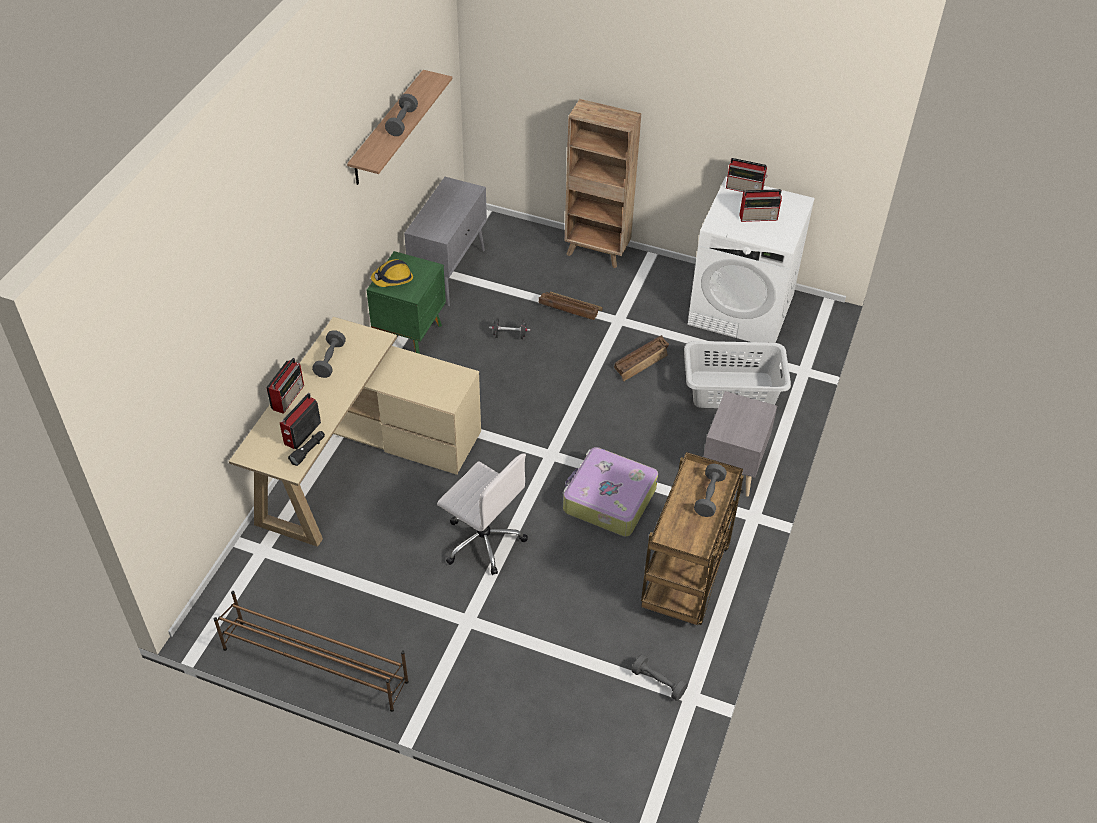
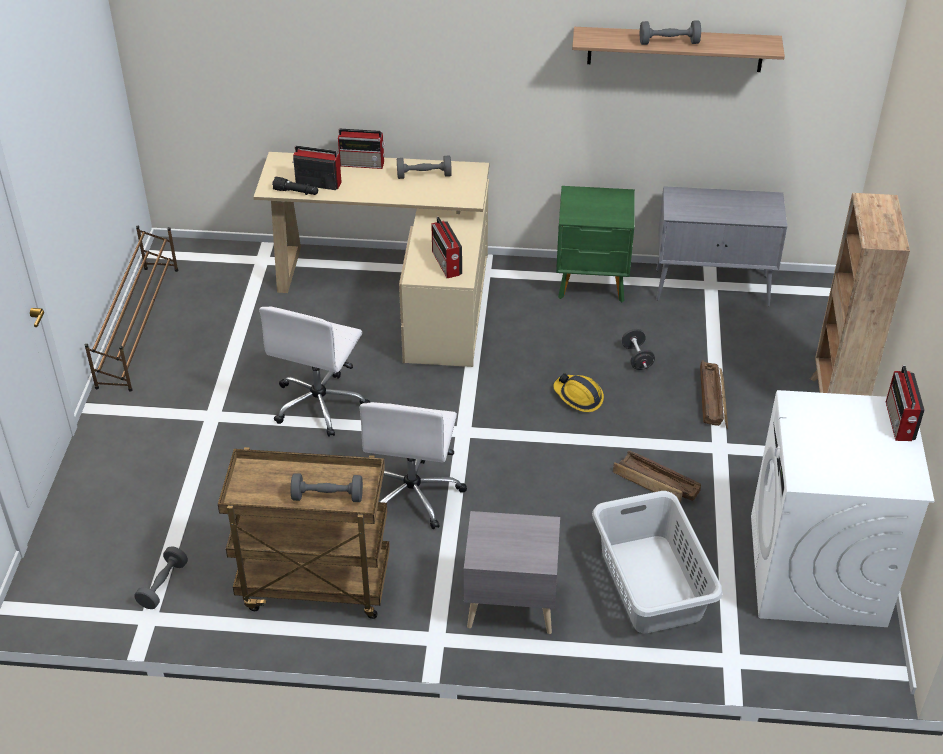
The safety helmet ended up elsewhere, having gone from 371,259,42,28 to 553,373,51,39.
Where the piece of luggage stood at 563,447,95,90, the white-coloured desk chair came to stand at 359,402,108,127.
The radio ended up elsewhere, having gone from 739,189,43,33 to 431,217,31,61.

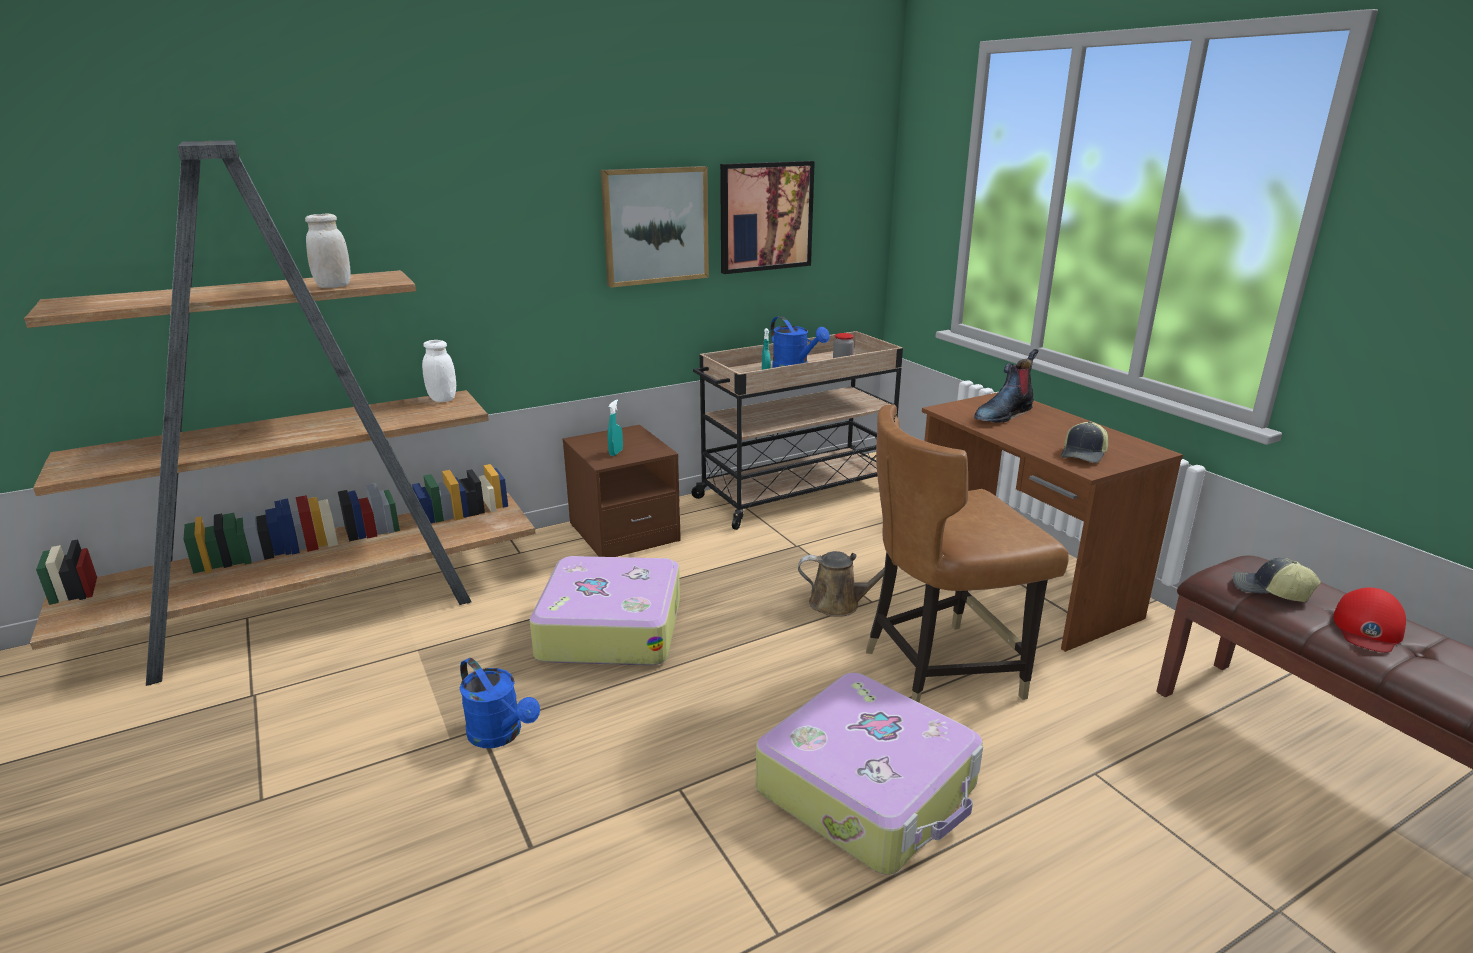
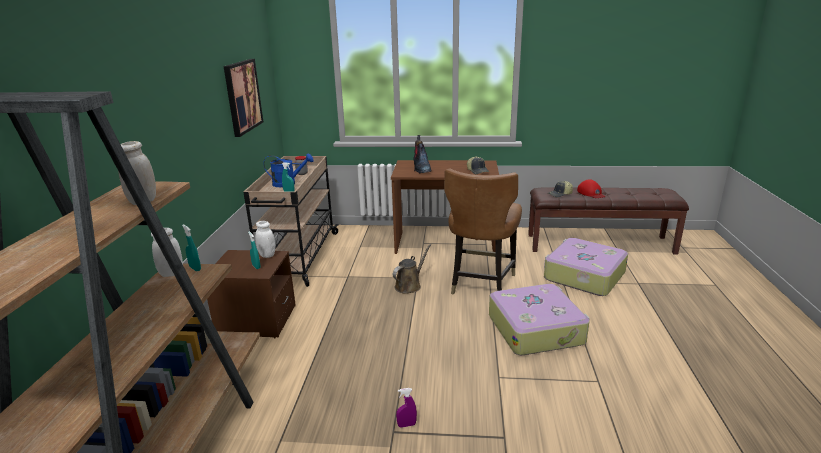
Where the blue-coloured sprinkling can stood at 460,658,80,90, the purple-coloured hand sprayer came to stand at 396,388,21,40.
The piece of luggage ended up elsewhere, having gone from 530,556,150,110 to 544,238,84,58.
The second view lost the picture at 601,166,108,122.
The second view gained the blue-green hand sprayer at 182,225,19,46.
The second view gained the white-coloured storage jar at 255,221,20,37.

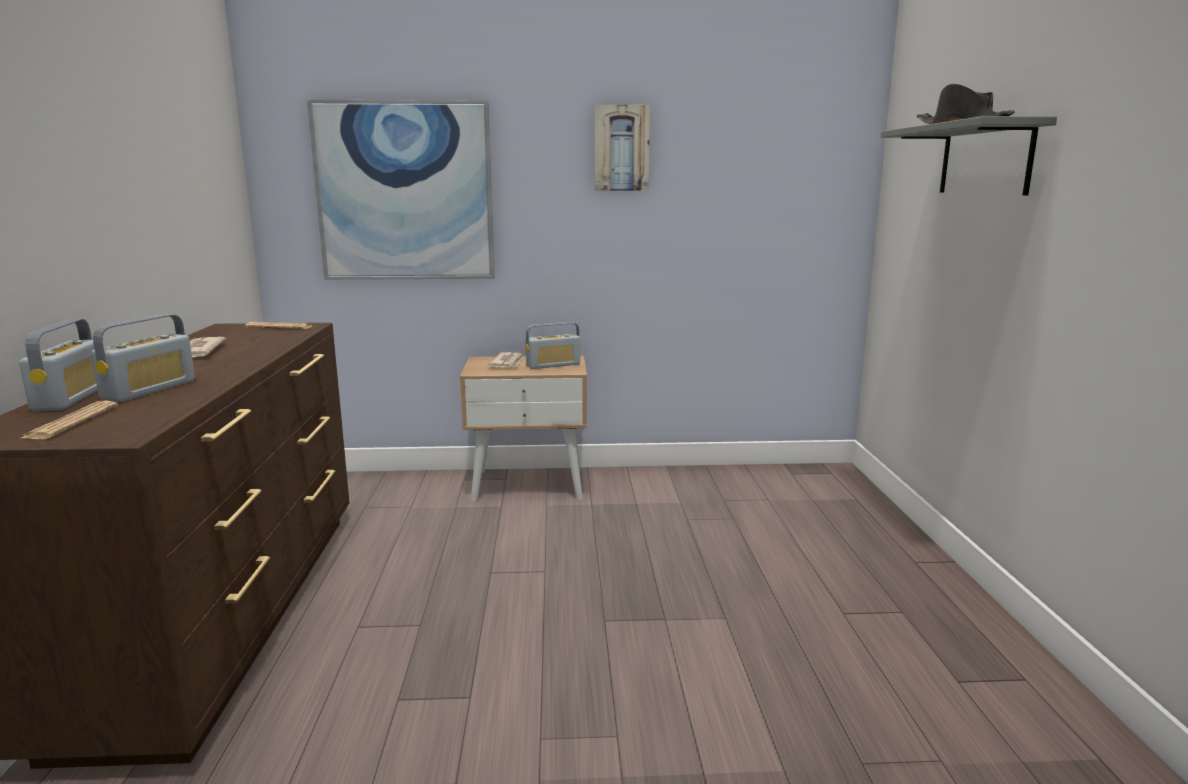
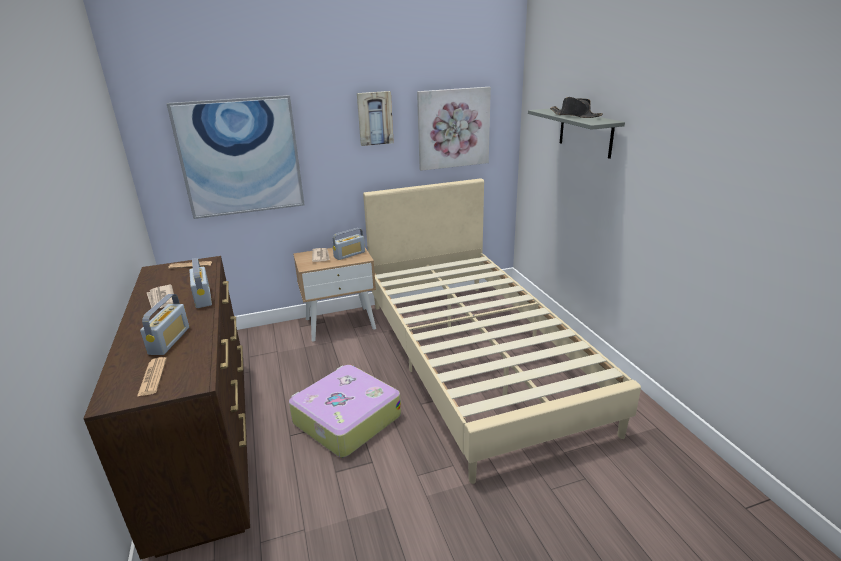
The radio ended up elsewhere, having gone from 19,319,79,92 to 189,258,23,50.
The second view gained the piece of luggage at 289,365,112,92.
The second view gained the beige bed at 363,178,278,306.
The second view gained the picture at 417,87,74,84.

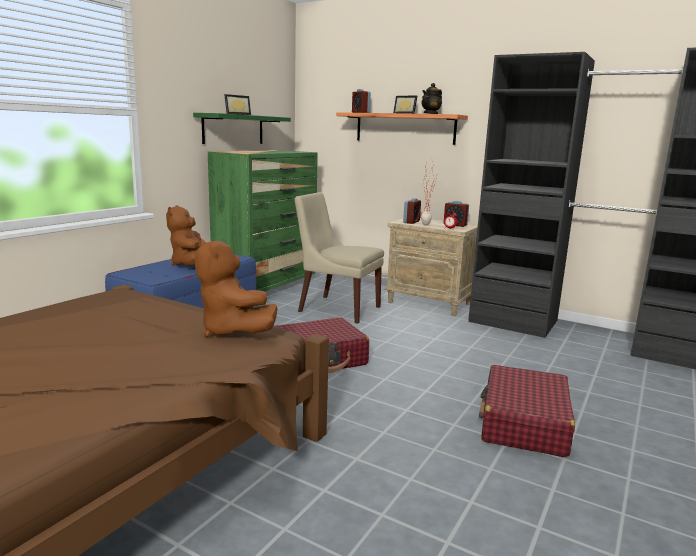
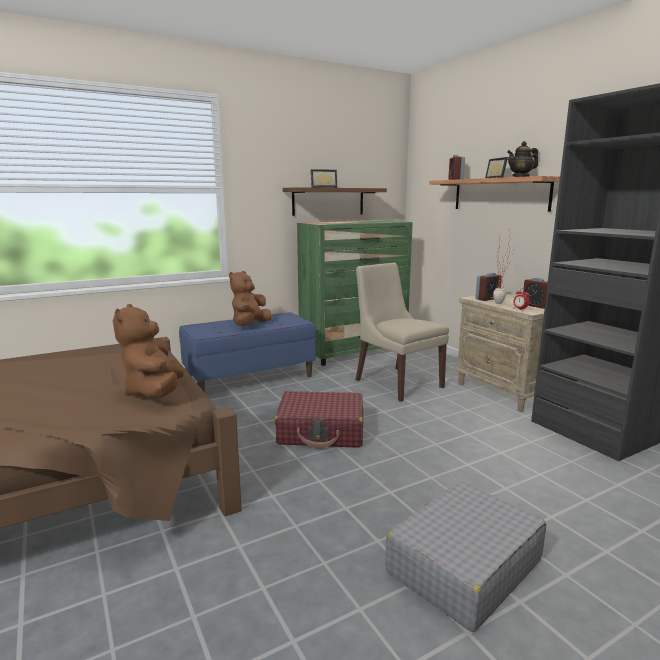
What was the greenish shelf at 193,113,98,31 turned into the brown shelf at 283,187,104,29.
What was the red-coloured piece of luggage at 479,365,96,93 turned into the gray piece of luggage at 385,482,161,150.

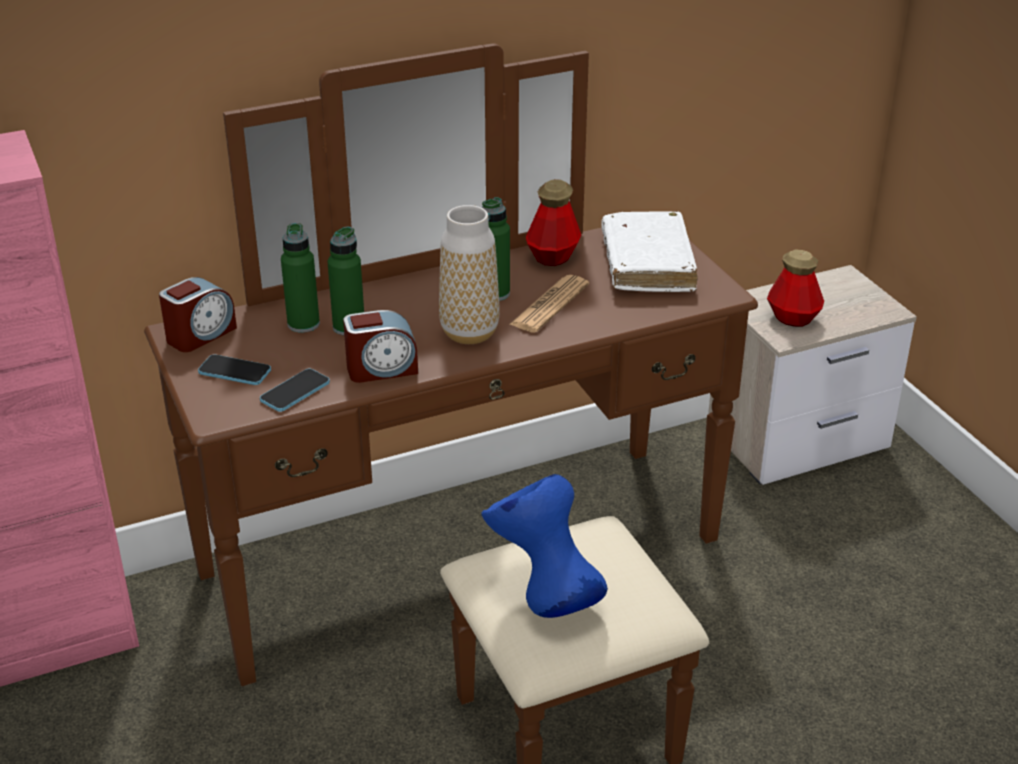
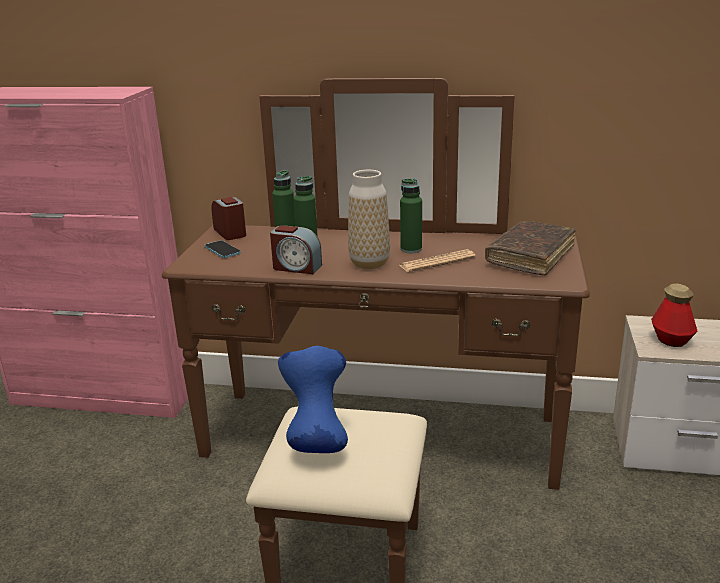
The table clock at 159,277,78,75 ended up facing another way, 105 degrees counterclockwise from before.
The second view lost the phone at 260,369,70,43.
The second view lost the drink bottle at 526,179,55,87.
What was the white-coloured book at 602,212,96,80 turned into the brown book at 485,221,91,54.

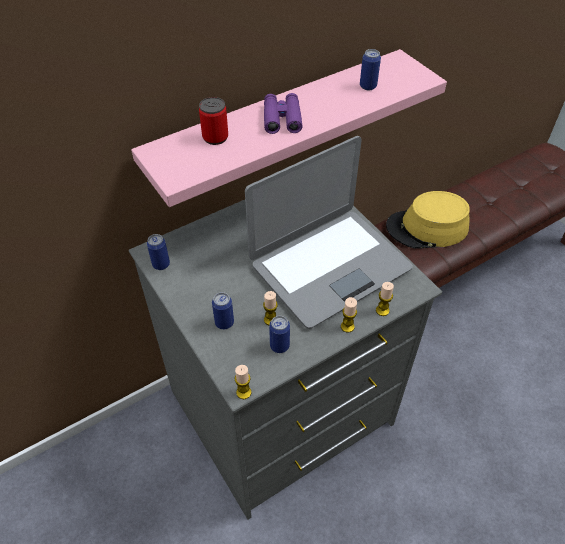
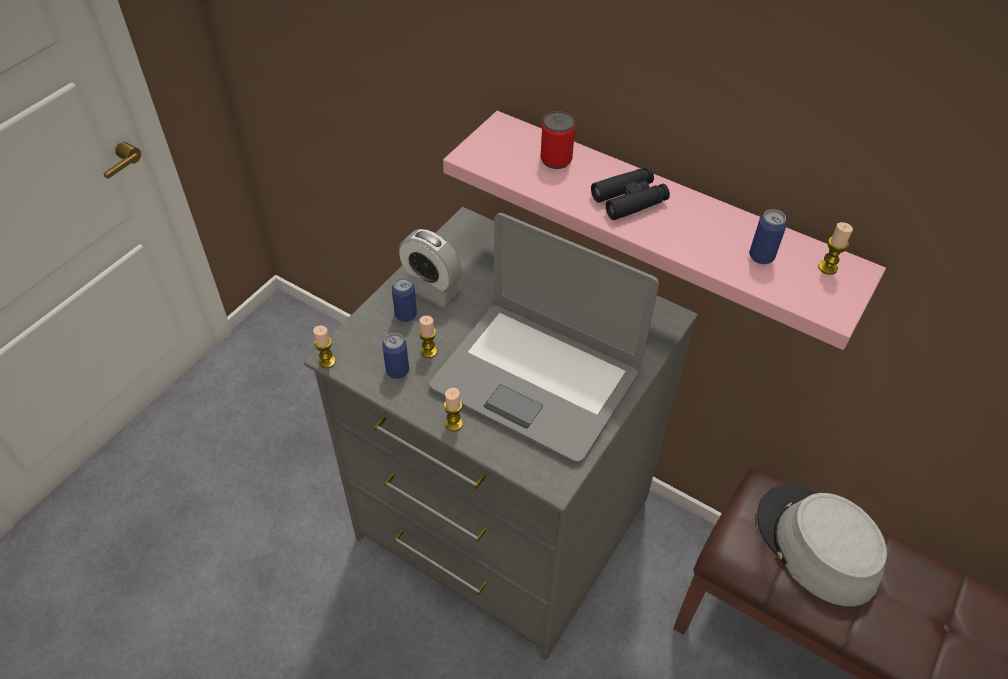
The second view lost the can at 147,234,23,36.
What was the purple-coloured pair of binoculars at 264,93,39,41 turned into the blackish pair of binoculars at 591,167,79,53.
The wax light ended up elsewhere, having gone from 376,282,18,34 to 818,222,35,53.
What was the yellow-coloured wearable hat at 386,191,84,57 turned into the gray wearable hat at 757,484,130,122.
The second view gained the table clock at 399,229,63,78.

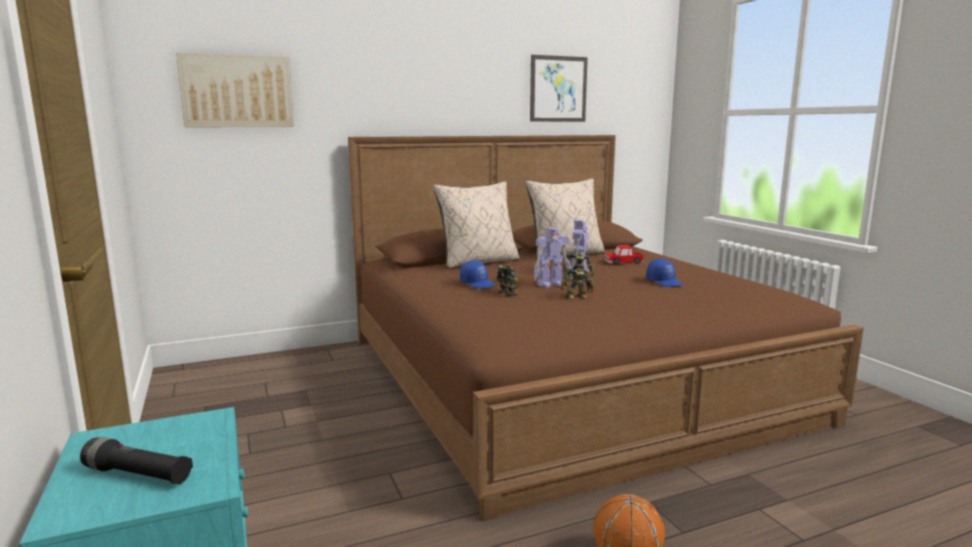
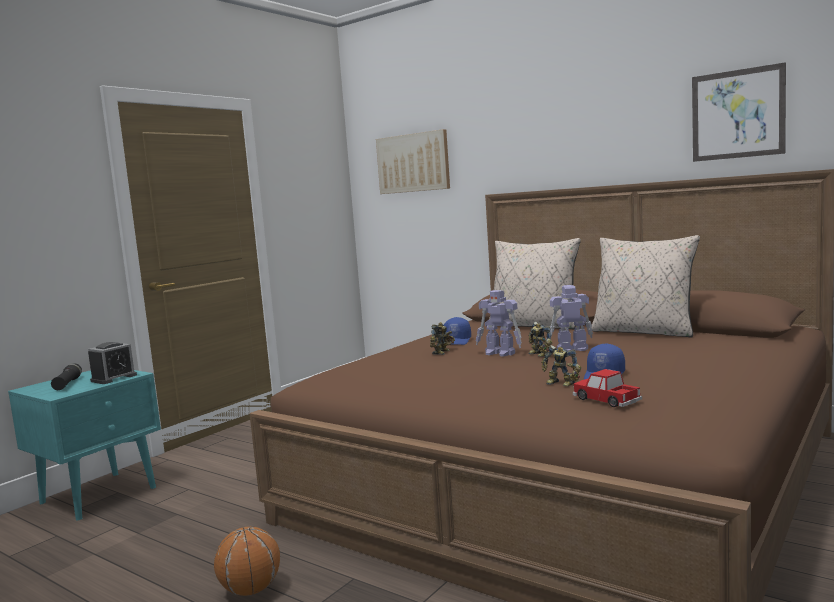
The robot figure ended up elsewhere, having gone from 560,268,35,32 to 541,345,41,41.
The model car ended up elsewhere, having gone from 605,245,39,20 to 573,369,69,38.
The second view gained the table clock at 88,342,49,42.

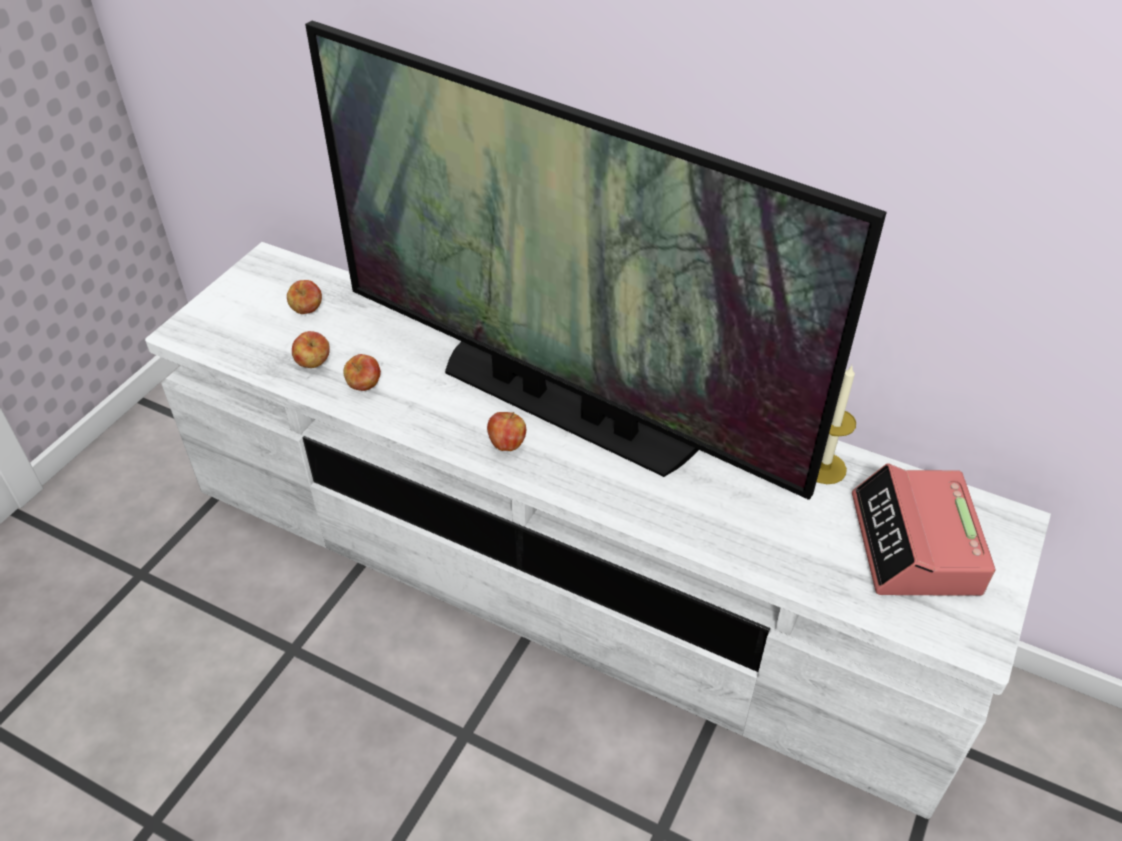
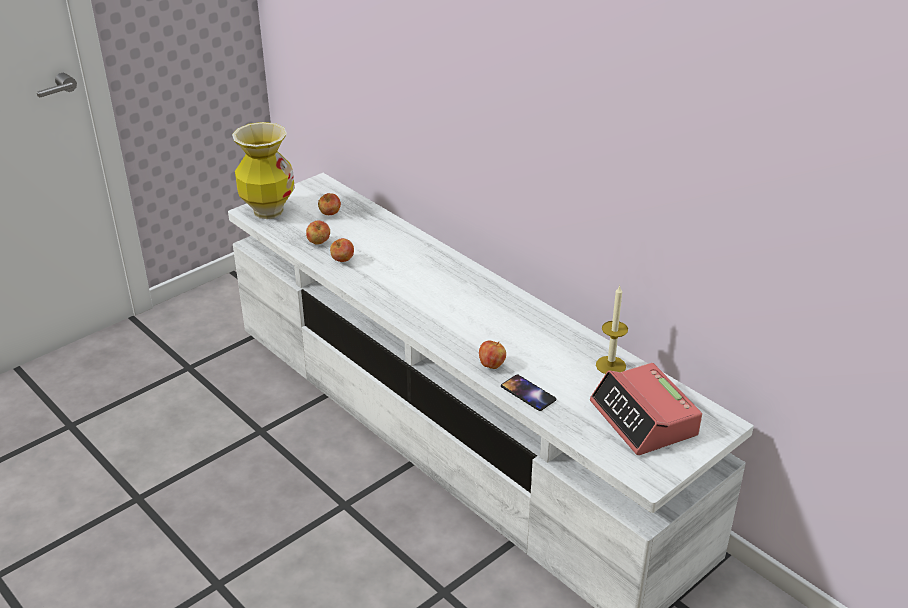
The second view lost the television at 305,21,582,479.
The apple ended up elsewhere, having gone from 487,412,39,39 to 479,341,27,28.
The table clock at 852,463,143,133 ended up facing another way, 45 degrees counterclockwise from before.
The second view gained the vase at 232,122,63,97.
The second view gained the phone at 501,374,56,37.

